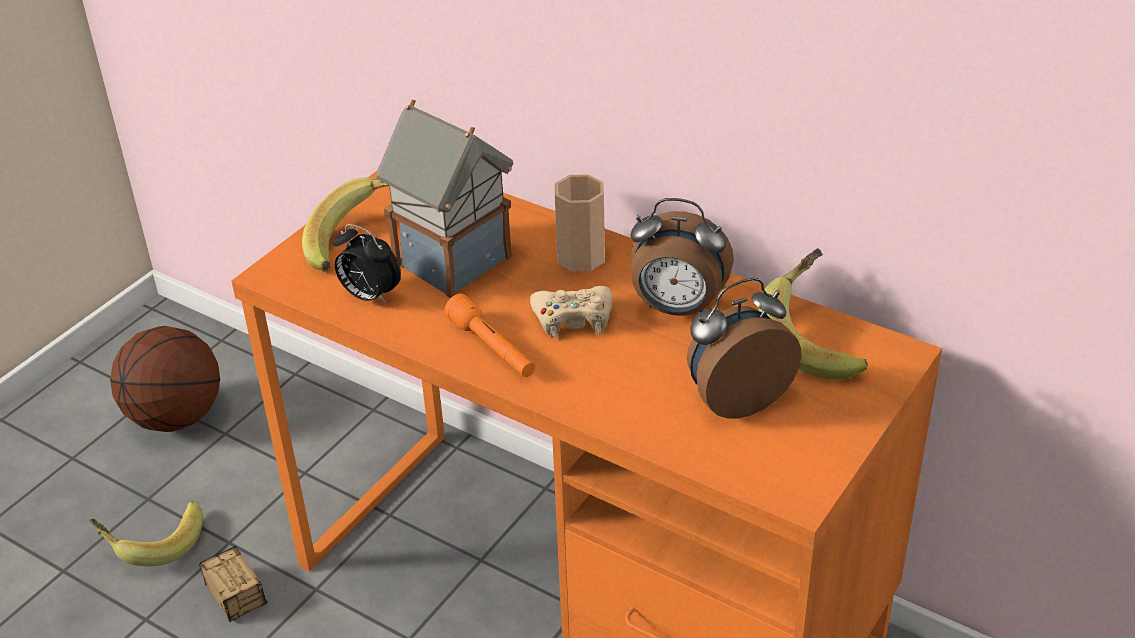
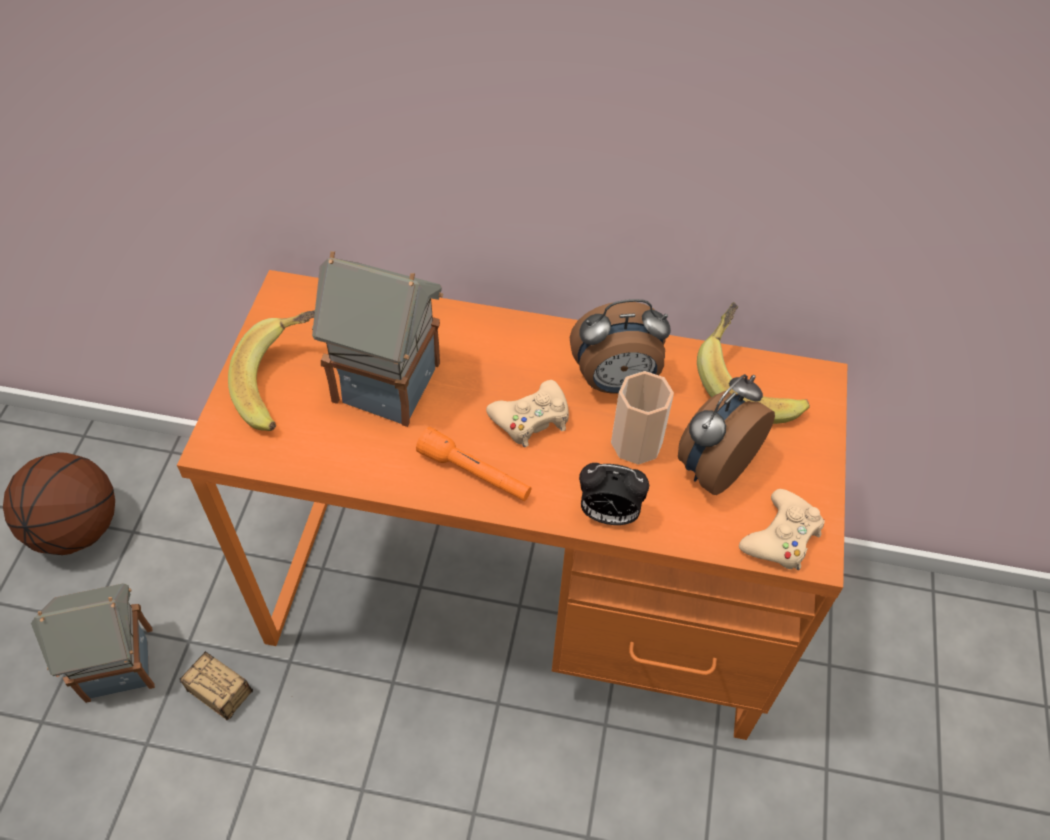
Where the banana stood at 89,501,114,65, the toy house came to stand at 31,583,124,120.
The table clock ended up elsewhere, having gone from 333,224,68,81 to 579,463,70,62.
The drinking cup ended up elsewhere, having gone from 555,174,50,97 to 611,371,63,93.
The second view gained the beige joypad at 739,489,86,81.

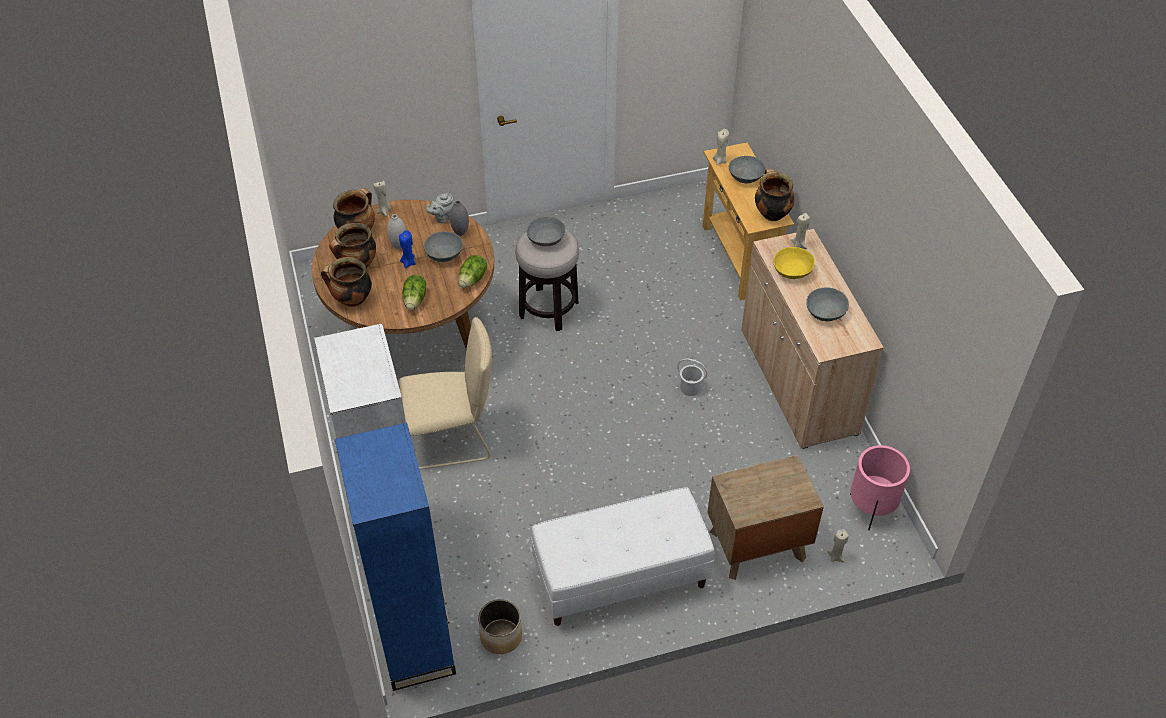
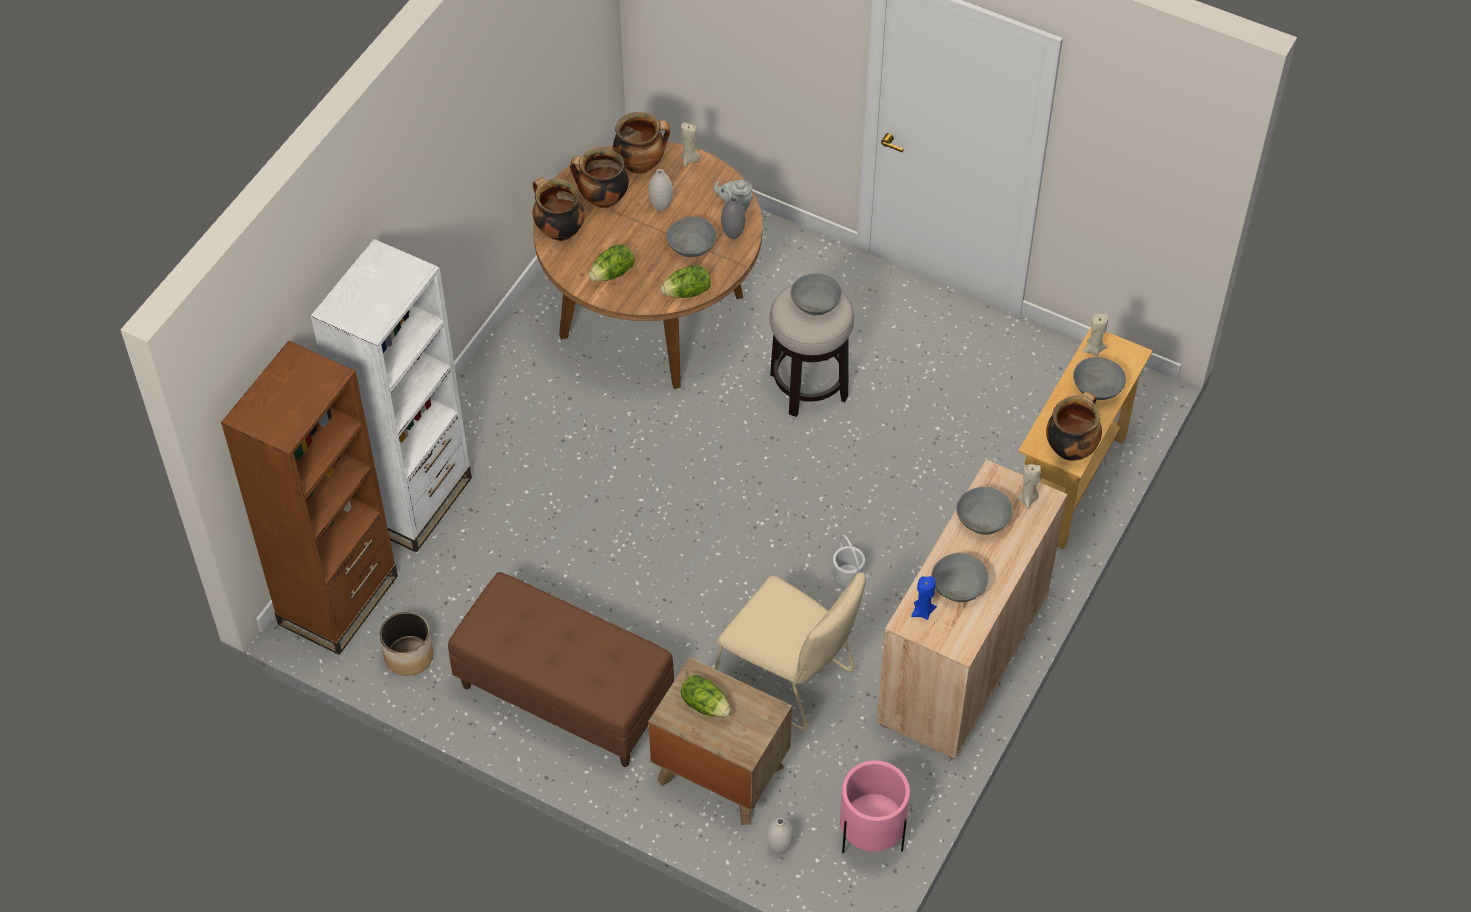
What was the blue-coloured shelving unit at 335,422,121,269 turned into the brown shelving unit at 221,340,177,315.
The blue-coloured wax light ended up elsewhere, having gone from 399,230,17,39 to 911,576,26,44.
The beige chair ended up elsewhere, having gone from 399,317,93,152 to 714,572,152,159.
What was the white-coloured indoor bench at 531,487,184,139 turned into the brown indoor bench at 448,572,226,195.
What was the yellow-coloured serving bowl at 773,247,42,32 turned into the gray serving bowl at 956,487,57,48.
Where the beige wax light stood at 827,529,22,34, the white-coloured vase came to stand at 767,818,26,36.
The second view gained the lettuce at 681,675,50,43.

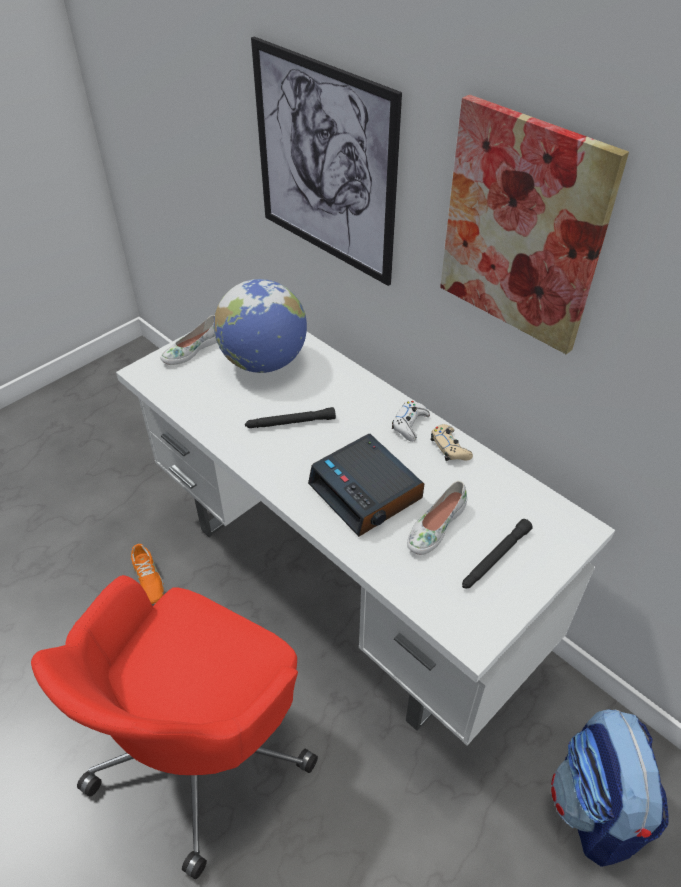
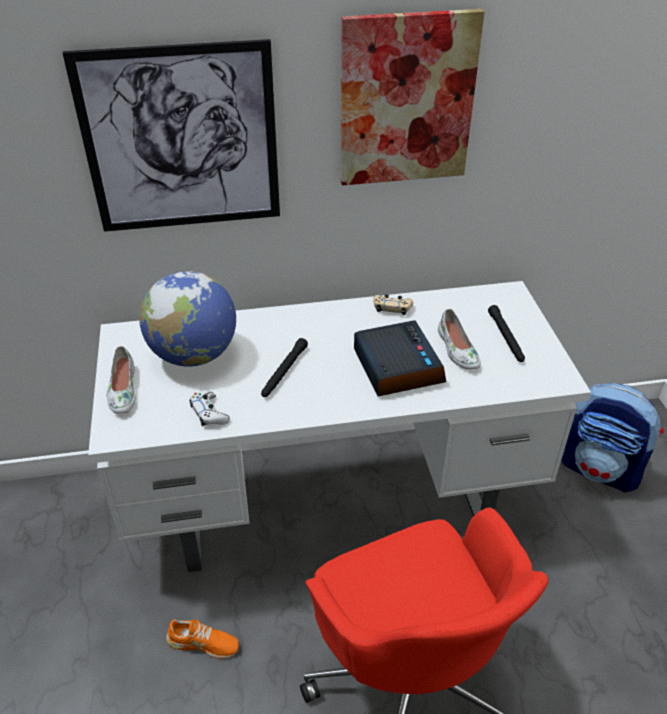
The table clock at 308,434,116,103 ended up facing another way, 105 degrees counterclockwise from before.
The white-coloured joypad ended up elsewhere, having gone from 392,401,38,41 to 190,390,40,36.

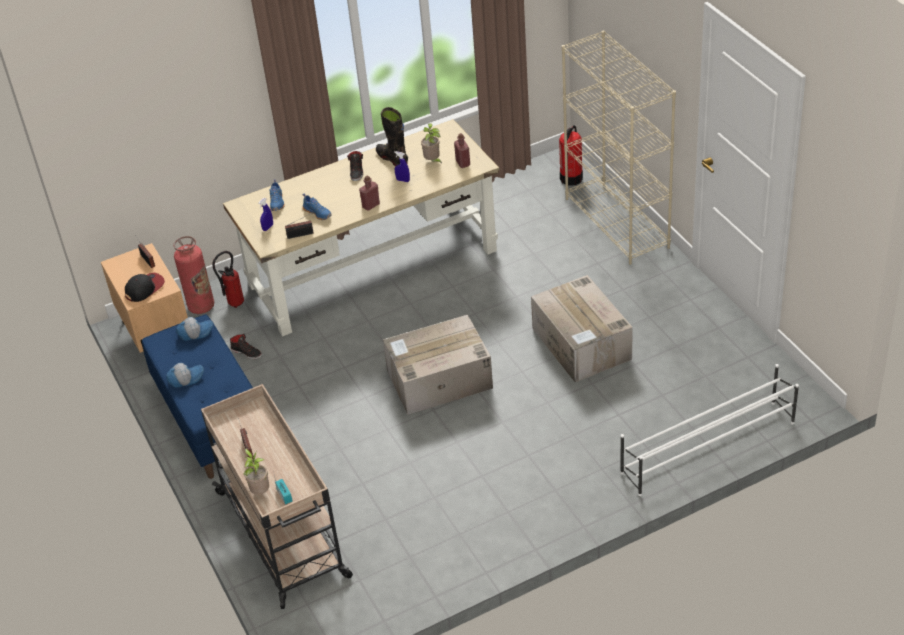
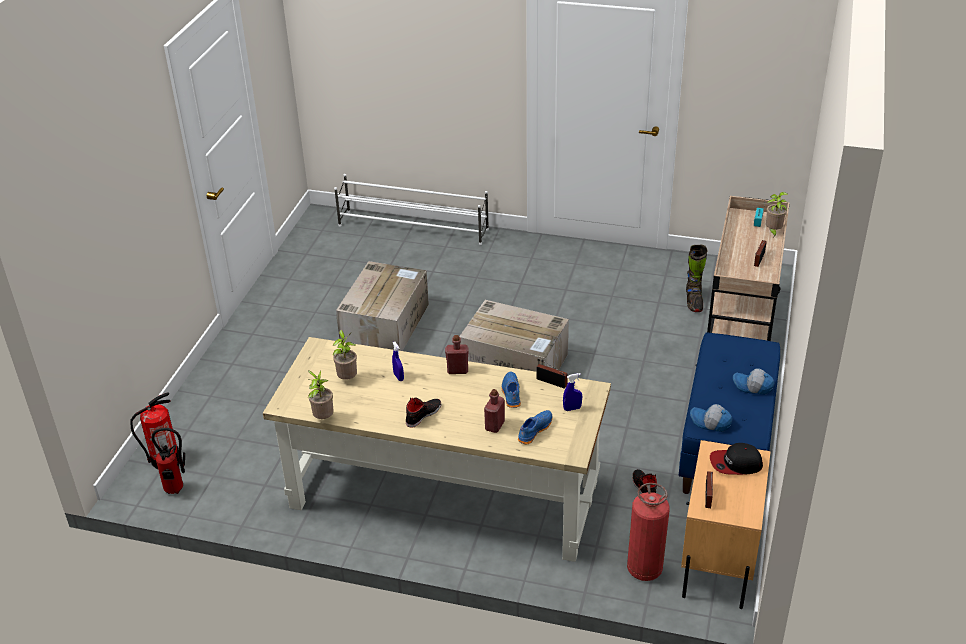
The extinguisher ended up elsewhere, having gone from 212,251,32,57 to 152,428,33,66.
The blackish tall boot ended up elsewhere, having gone from 376,107,32,60 to 686,245,22,67.
The red-coloured drink bottle ended up elsewhere, having gone from 454,133,16,35 to 484,389,21,44.
The second view lost the beige shelving unit at 562,31,114,234.
The second view gained the houseplant at 308,370,25,49.

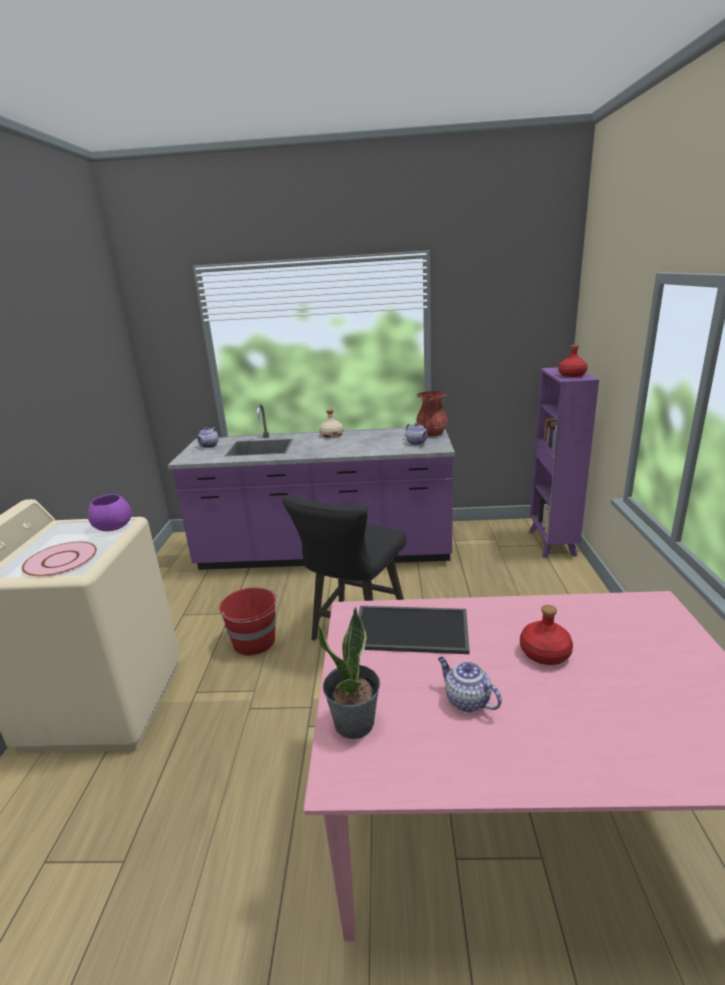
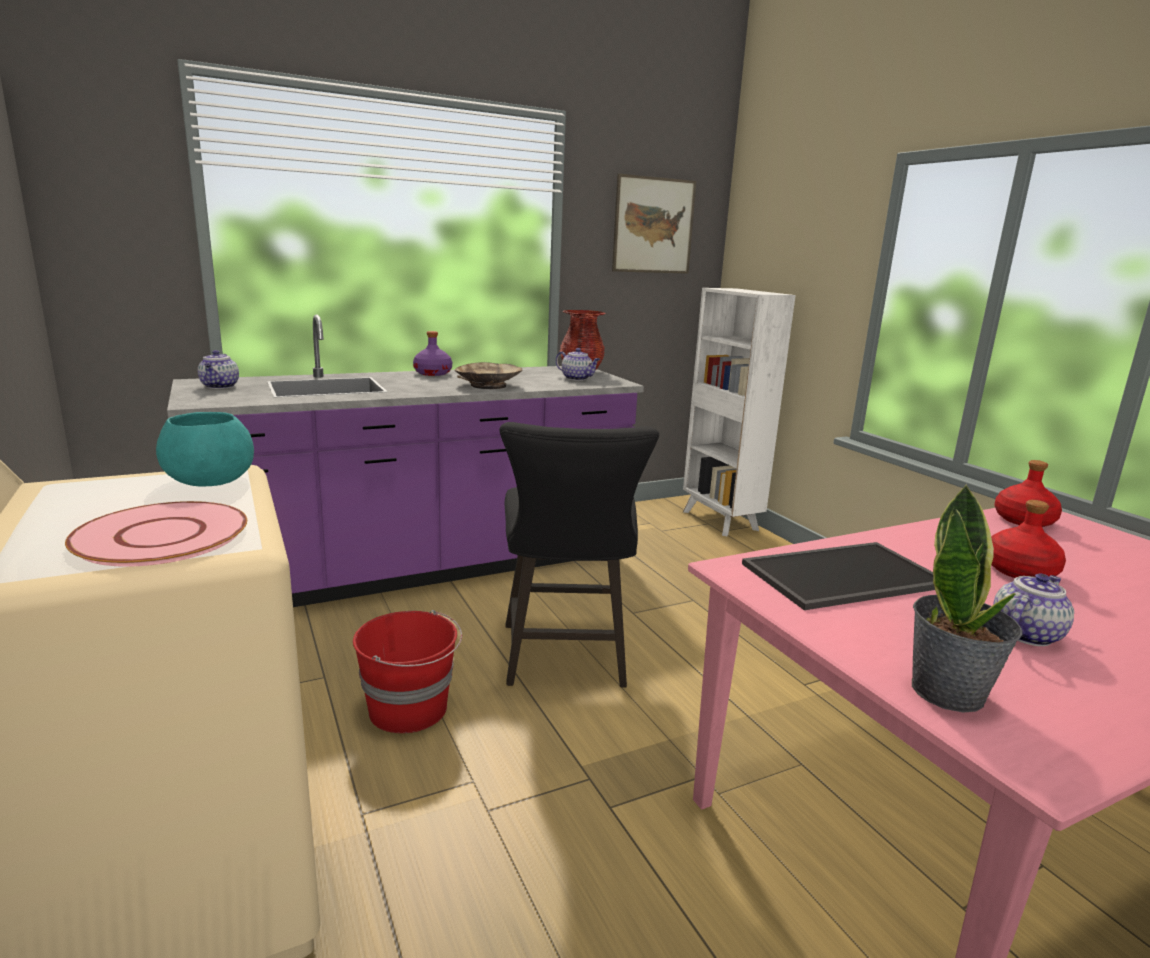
What was the purple-coloured serving bowl at 88,494,44,37 turned into the blue-green serving bowl at 156,412,98,75.
What was the beige drink bottle at 319,410,25,28 turned into the purple-coloured drink bottle at 413,331,39,45.
The tea pot at 438,657,64,55 ended up facing another way, 120 degrees clockwise from before.
What was the purple-coloured shelving unit at 528,367,71,191 turned into the white-coloured shelving unit at 683,288,113,248.
The red-coloured drink bottle ended up elsewhere, having gone from 558,345,30,32 to 994,460,68,67.
The second view gained the beige serving bowl at 455,362,67,27.
The second view gained the picture at 612,174,84,100.

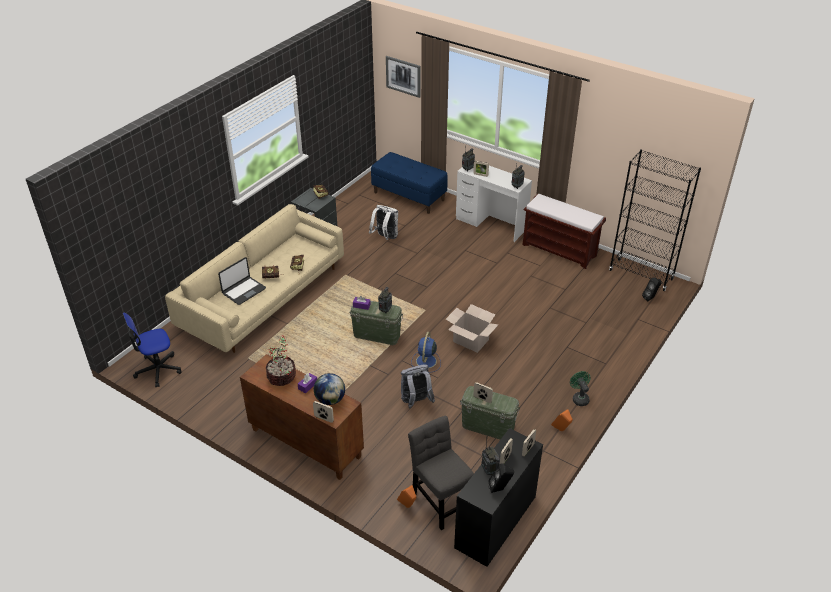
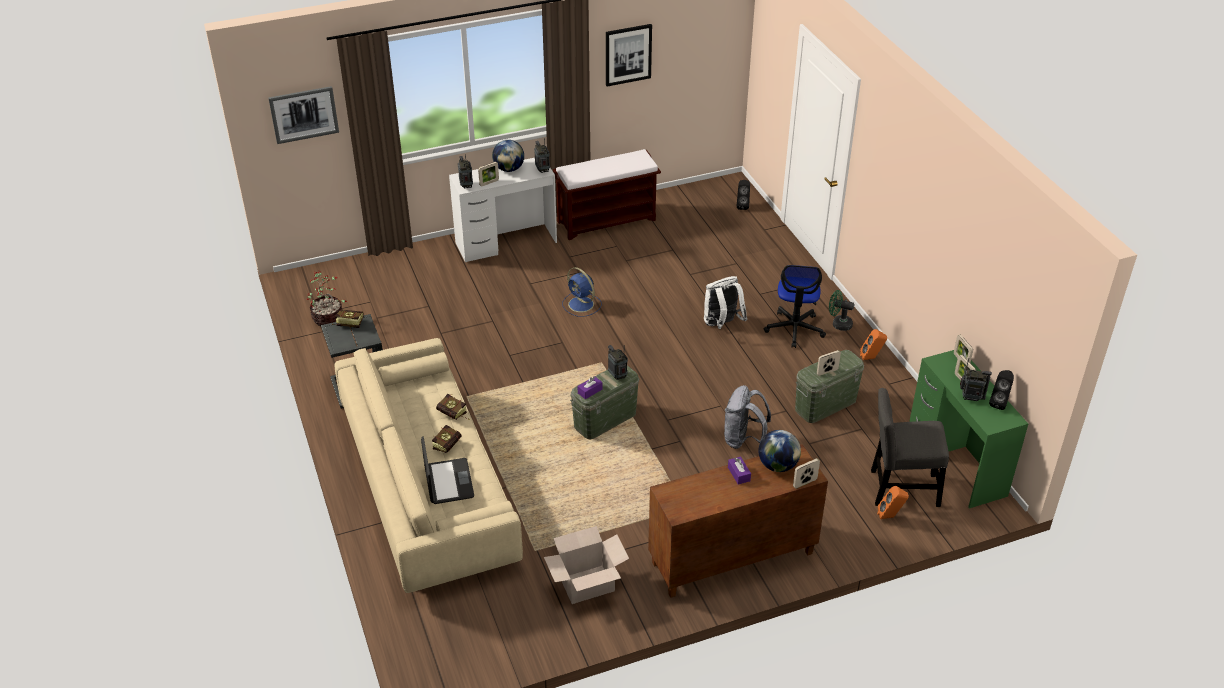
The desk chair ended up elsewhere, having gone from 123,312,59,75 to 764,265,62,83.
The houseplant ended up elsewhere, having gone from 266,335,30,51 to 307,271,41,55.
The white-coloured backpack ended up elsewhere, having gone from 369,205,29,35 to 704,276,43,53.
The second view lost the blue-coloured indoor bench at 371,152,77,62.
The blue-coloured electric fan ended up elsewhere, having gone from 411,332,30,40 to 563,267,39,50.
The cardboard box ended up elsewhere, having gone from 446,304,53,49 to 544,526,85,78.
What was the blackish desk table at 454,428,89,139 turned into the greenish desk table at 909,350,119,158.
The second view lost the blackish shelving unit at 609,149,92,142.
The second view gained the desk globe at 492,140,32,32.
The second view gained the picture at 606,24,46,63.

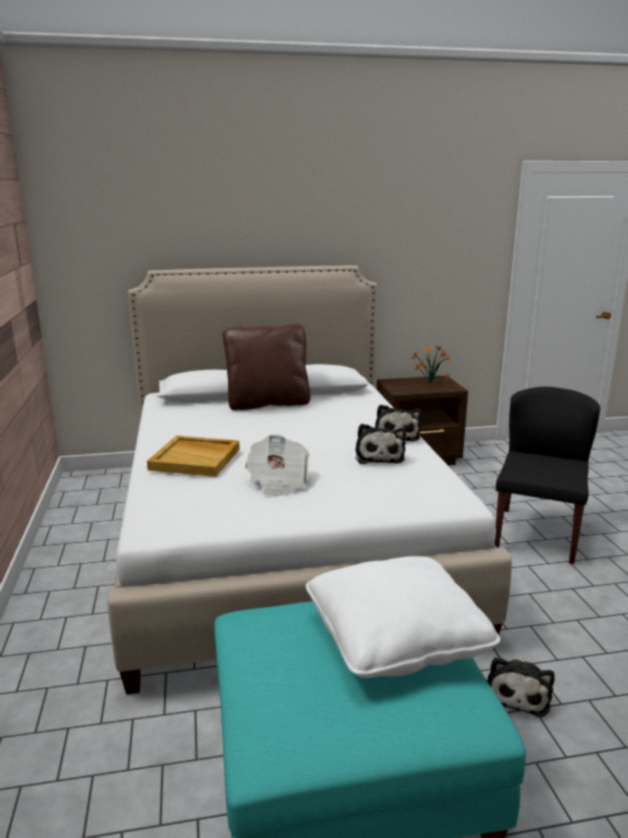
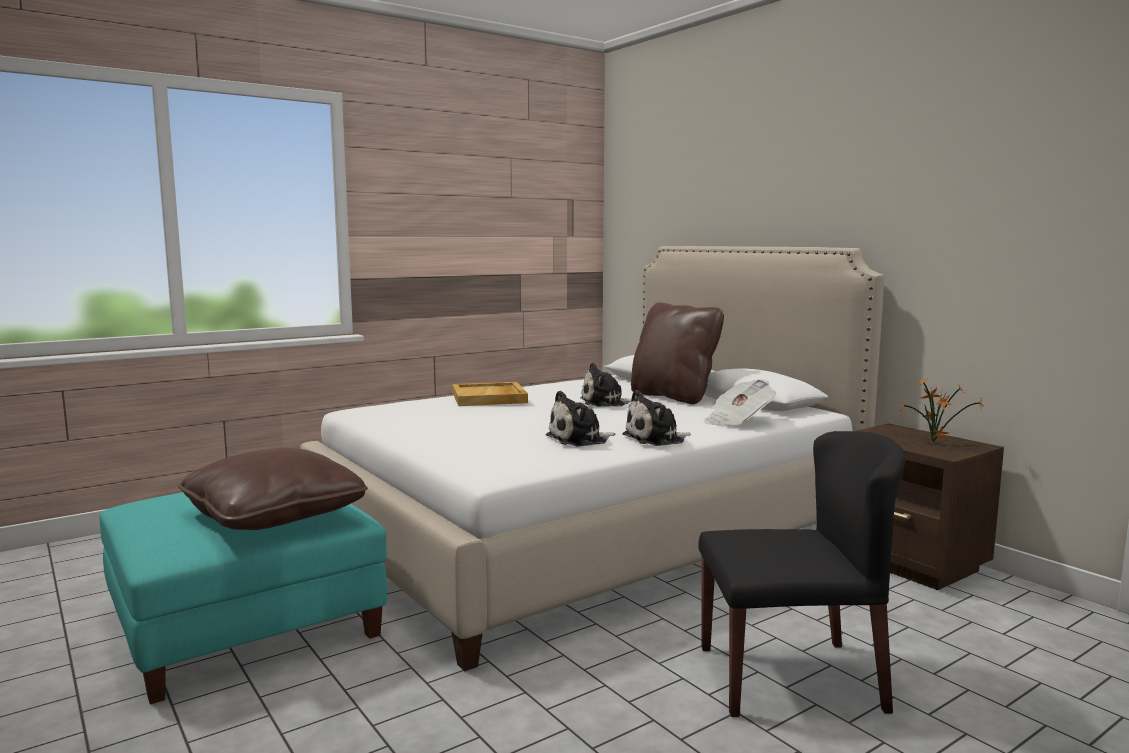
The newspaper ended up elsewhere, having gone from 245,434,64,64 to 704,379,72,46.
What was the white-coloured cushion at 306,556,194,122 turned into the brown cushion at 178,448,190,82.
The plush toy ended up elsewhere, having gone from 487,657,68,60 to 580,362,52,45.

